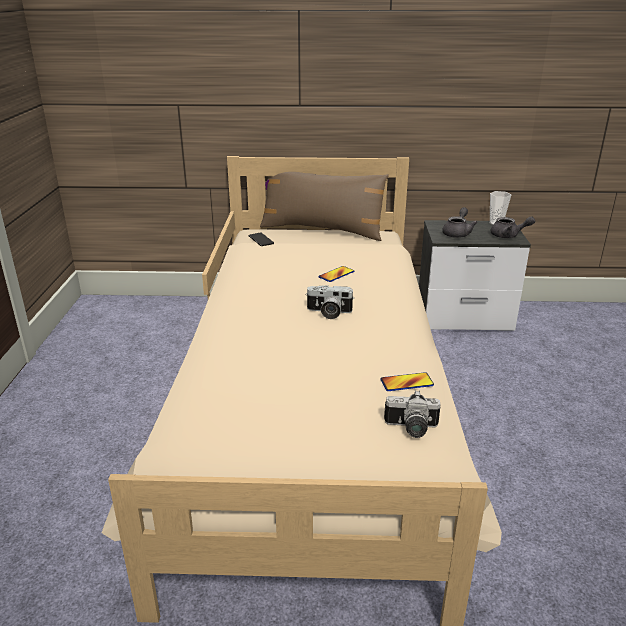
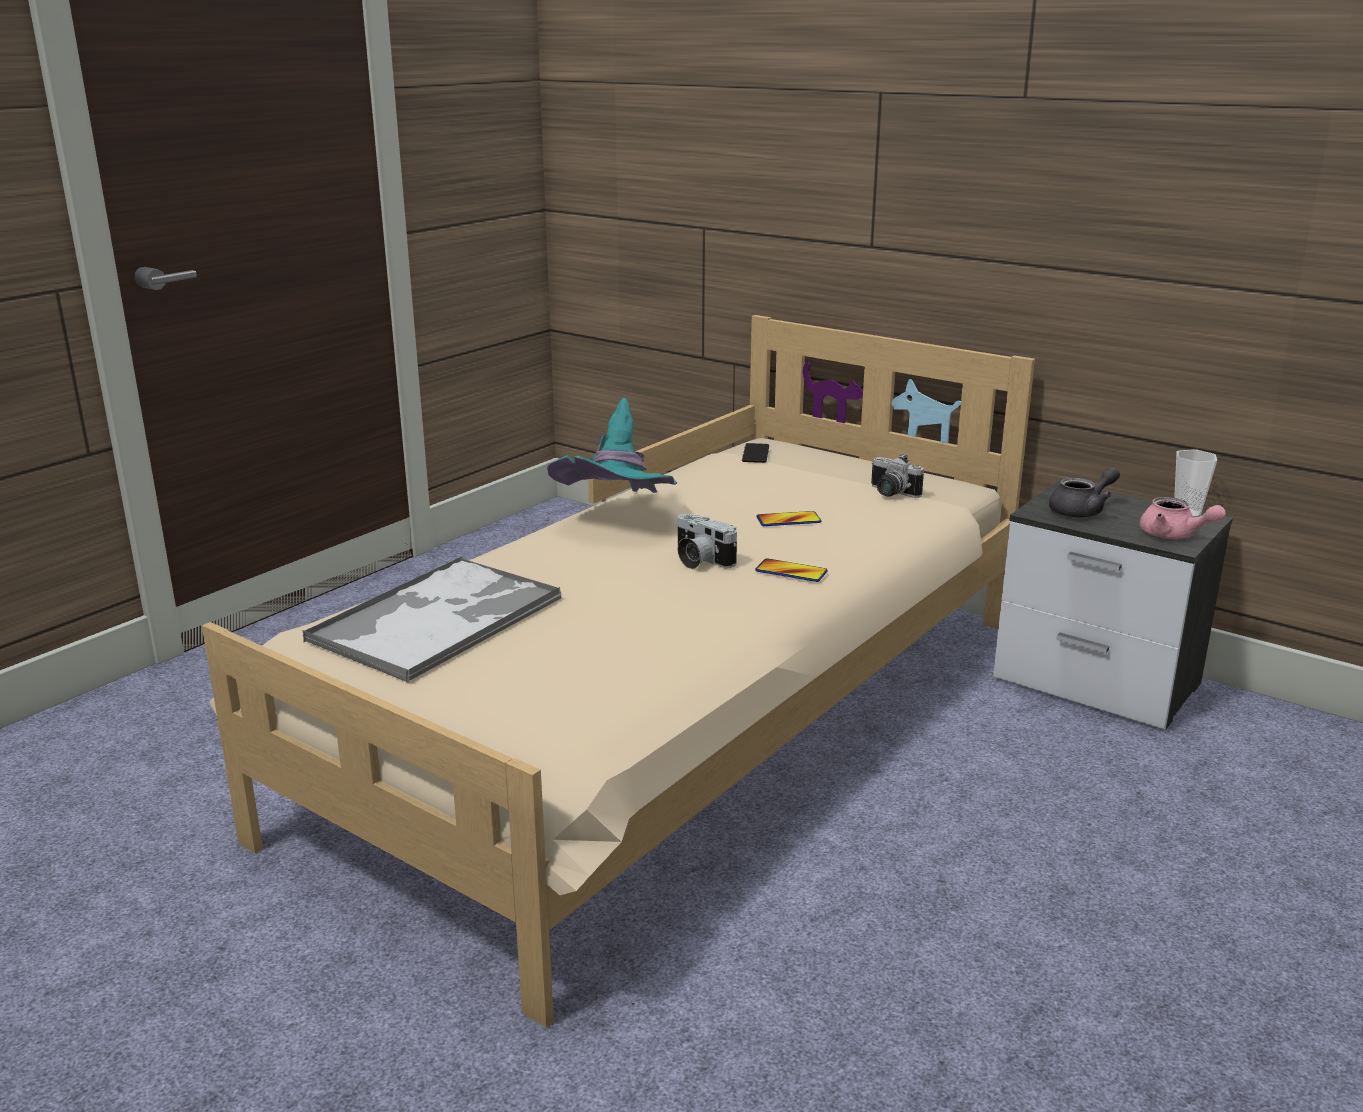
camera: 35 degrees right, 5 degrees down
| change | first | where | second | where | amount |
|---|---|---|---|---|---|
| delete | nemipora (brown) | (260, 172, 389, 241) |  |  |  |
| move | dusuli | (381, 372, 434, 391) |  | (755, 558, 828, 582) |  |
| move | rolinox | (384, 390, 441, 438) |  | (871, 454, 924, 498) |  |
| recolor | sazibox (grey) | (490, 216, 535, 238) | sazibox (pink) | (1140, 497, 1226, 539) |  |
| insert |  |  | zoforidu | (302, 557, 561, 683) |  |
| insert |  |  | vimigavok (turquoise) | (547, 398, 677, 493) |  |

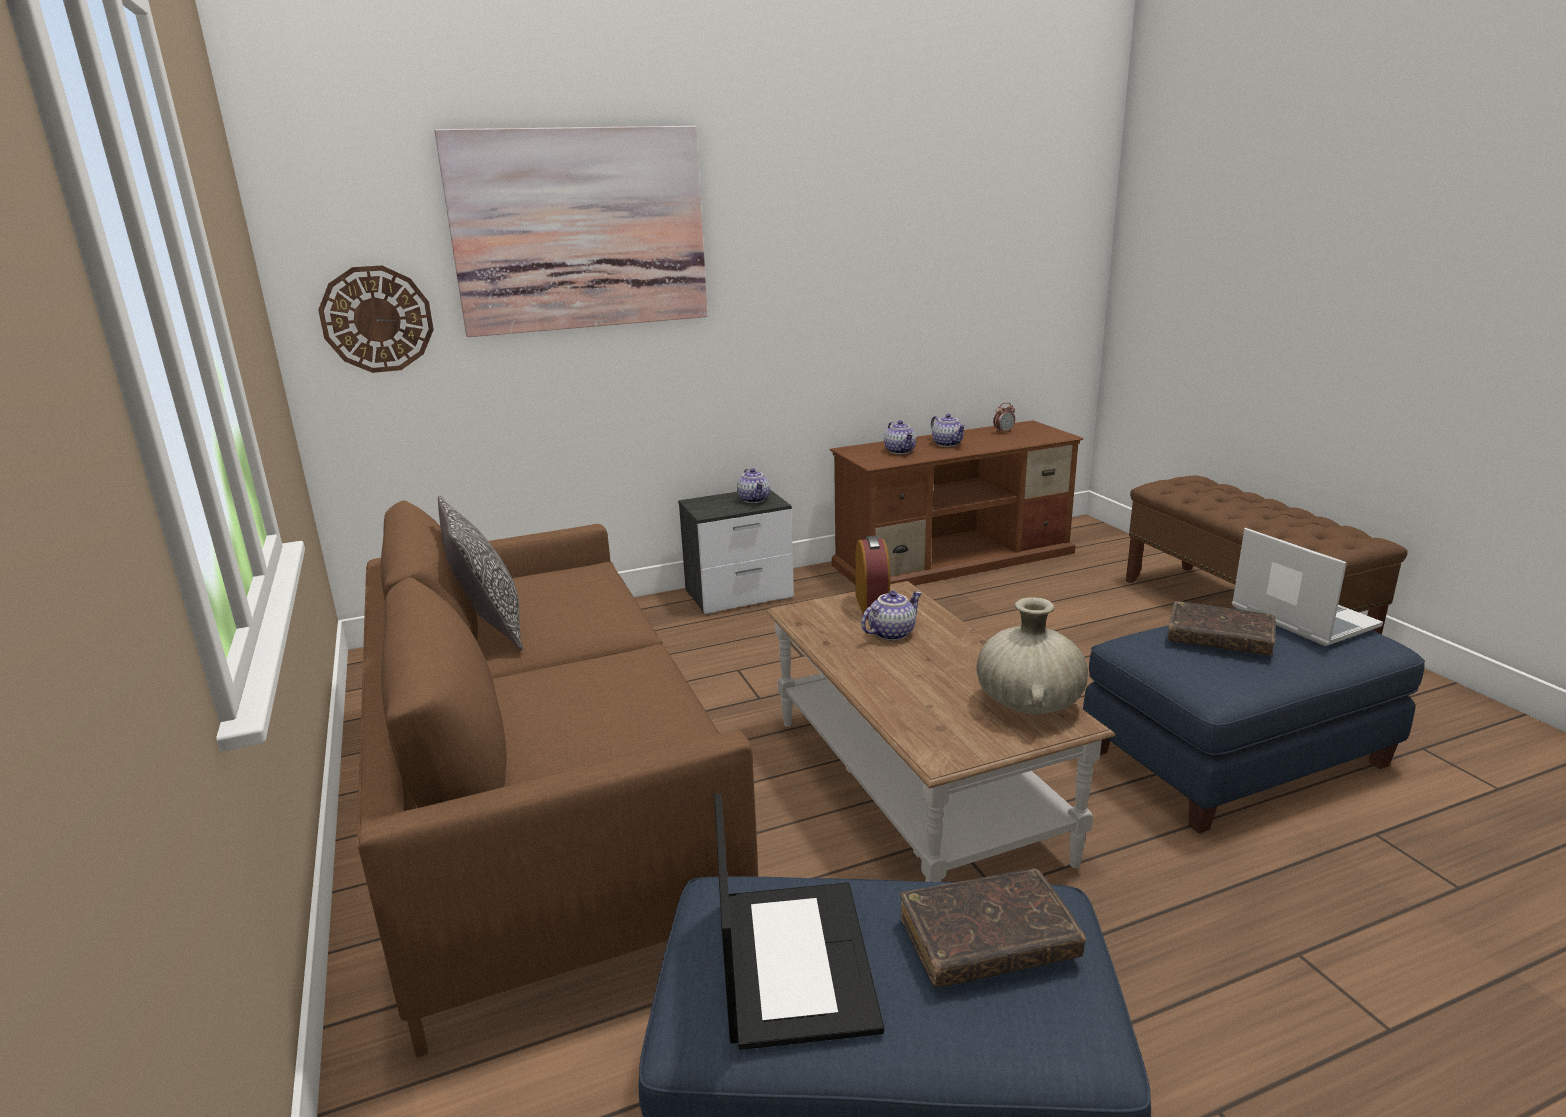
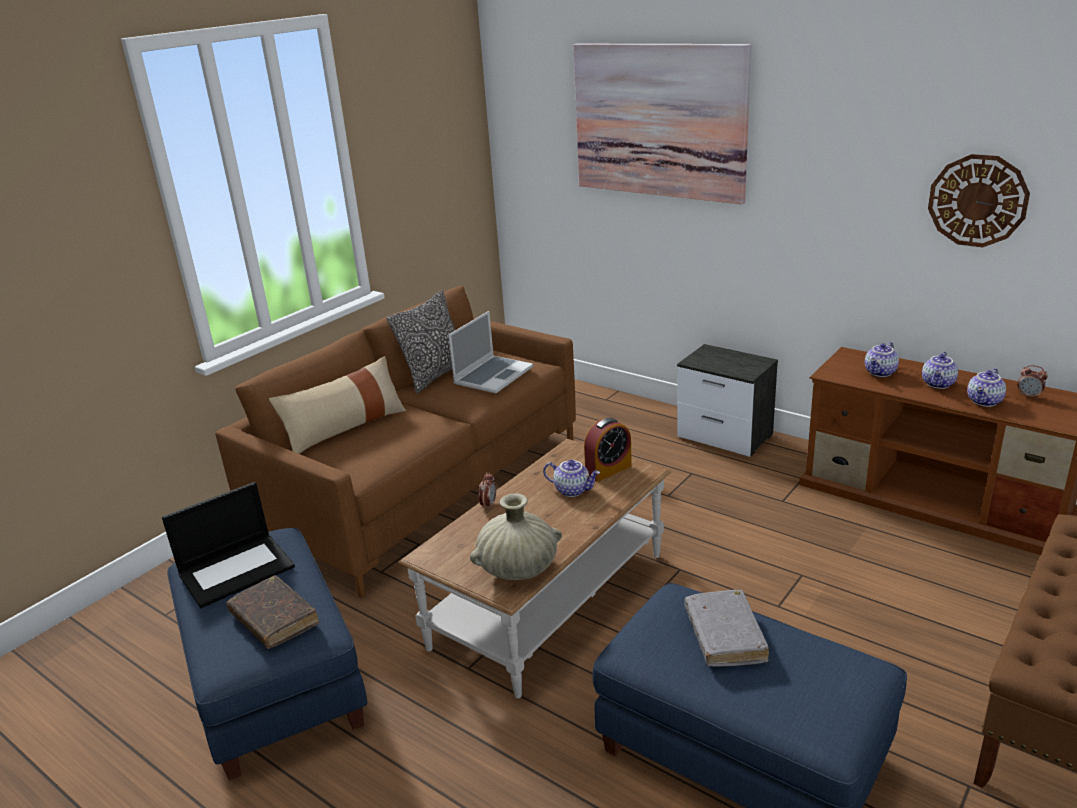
camera: 60 degrees right, 5 degrees up
| change | first | where | second | where | amount |
|---|---|---|---|---|---|
| move | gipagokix | (318, 265, 434, 373) |  | (928, 154, 1030, 247) |  |
| move | sazibox | (737, 468, 770, 503) |  | (967, 368, 1006, 407) |  |
| recolor | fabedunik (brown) | (1167, 601, 1276, 655) | fabedunik (grey) | (684, 589, 769, 667) |  |
| move | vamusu | (1232, 528, 1383, 646) |  | (448, 311, 533, 393) |  |
| insert |  |  | nemipora (beige) | (269, 356, 406, 454) |  |
| insert |  |  | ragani | (479, 472, 496, 510) |  |

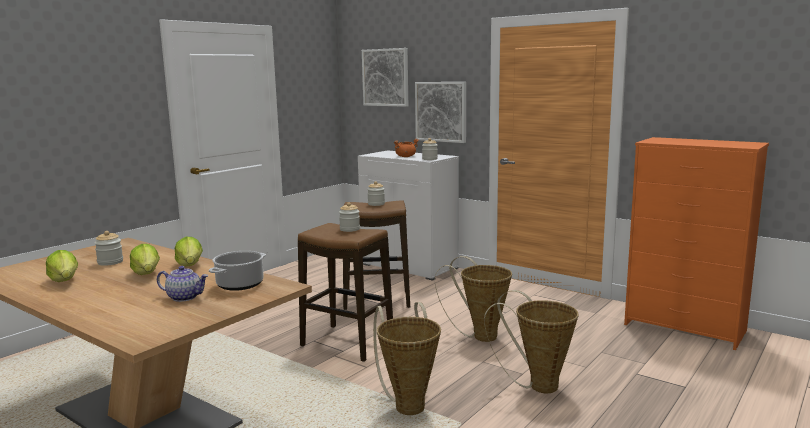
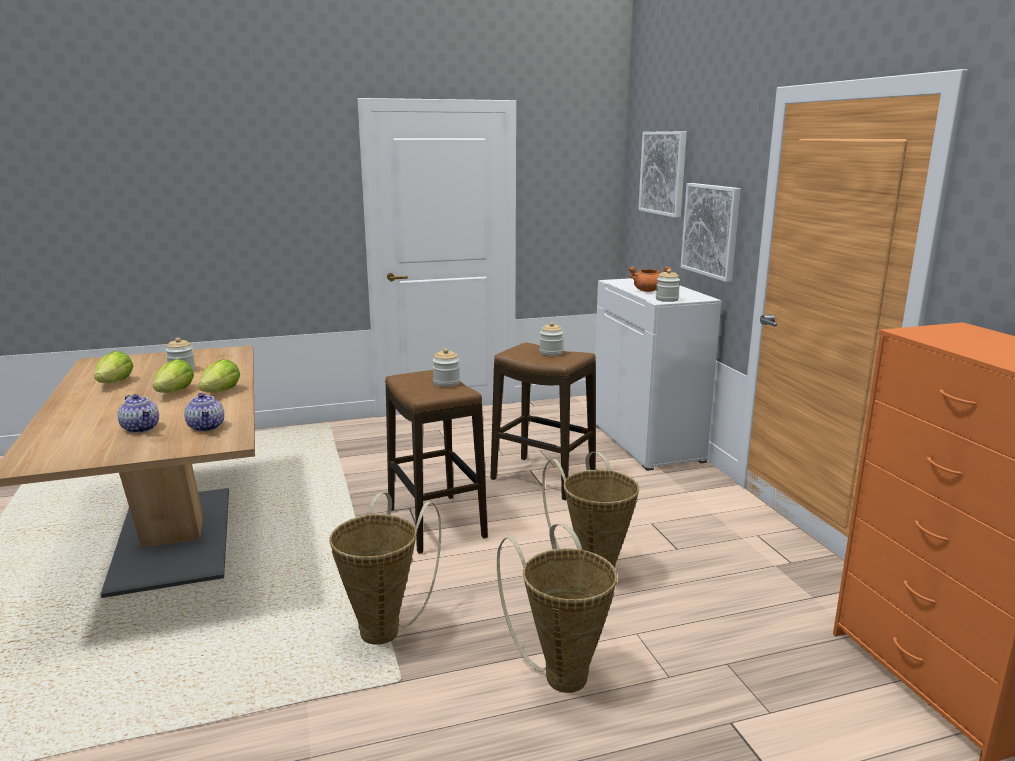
camera: 35 degrees right, 5 degrees up
| change | first | where | second | where | amount |
|---|---|---|---|---|---|
| replace | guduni | (209, 251, 266, 291) | sazibox | (184, 393, 224, 432) |  |

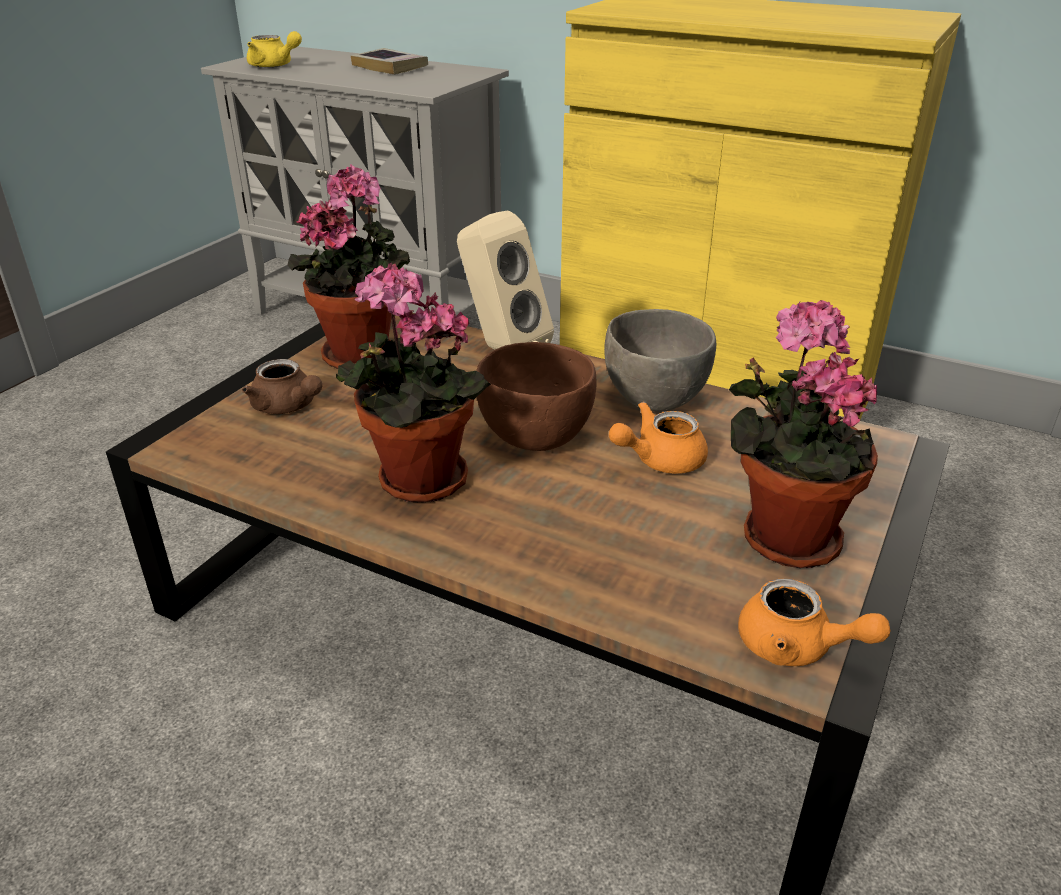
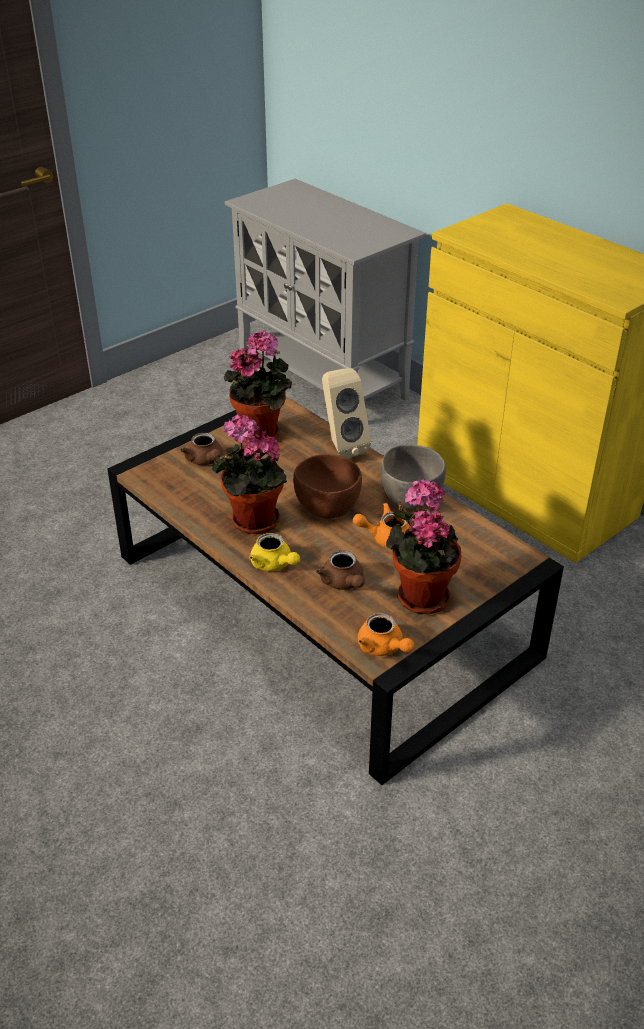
camera: 20 degrees right, 5 degrees up
| change | first | where | second | where | amount |
|---|---|---|---|---|---|
| move | sazibox (yellow) | (247, 31, 302, 68) |  | (249, 533, 300, 571) |  |
| delete | fabedunik | (351, 48, 428, 75) |  |  |  |
| insert |  |  | sazibox (brown) | (316, 550, 365, 590) |  |

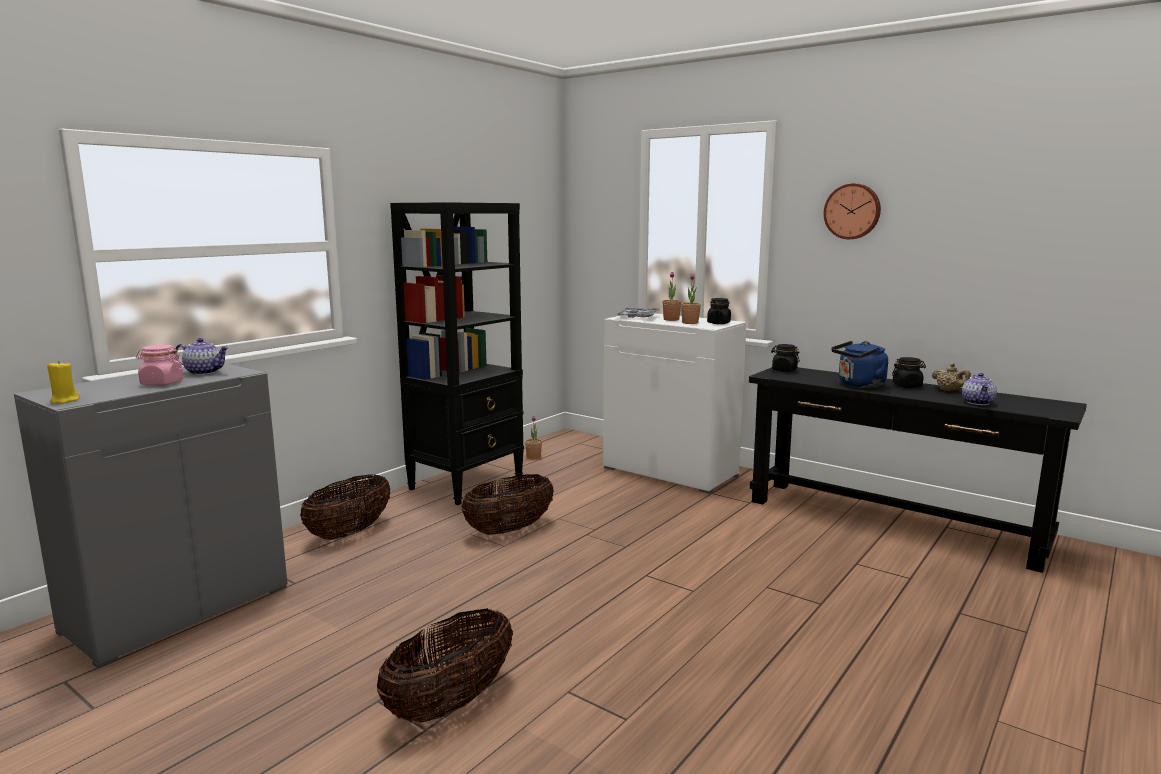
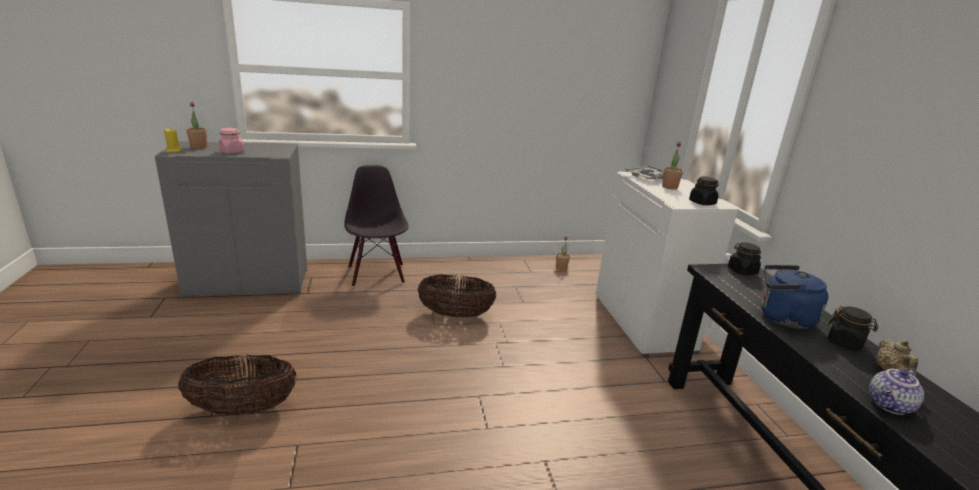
camera: 40 degrees right, 10 degrees up
| change | first | where | second | where | amount |
|---|---|---|---|---|---|
| delete | sazibox | (174, 338, 229, 375) |  |  |  |
| replace | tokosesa | (300, 474, 391, 540) | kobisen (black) | (344, 165, 408, 287) |  |
| delete | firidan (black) | (390, 202, 524, 505) |  |  |  |
| move | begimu | (681, 274, 701, 324) |  | (186, 101, 207, 149) |  |
| delete | gipagokix | (824, 183, 881, 239) |  |  |  |

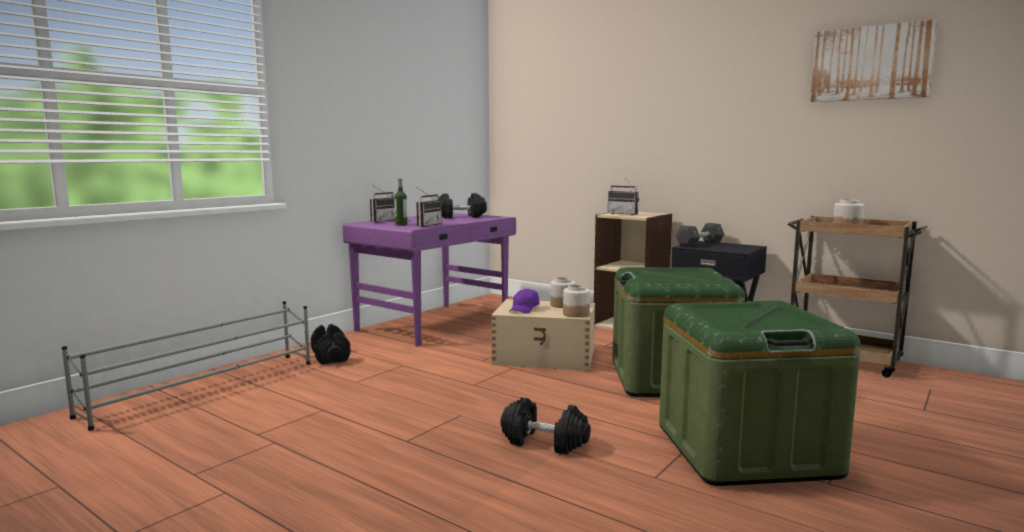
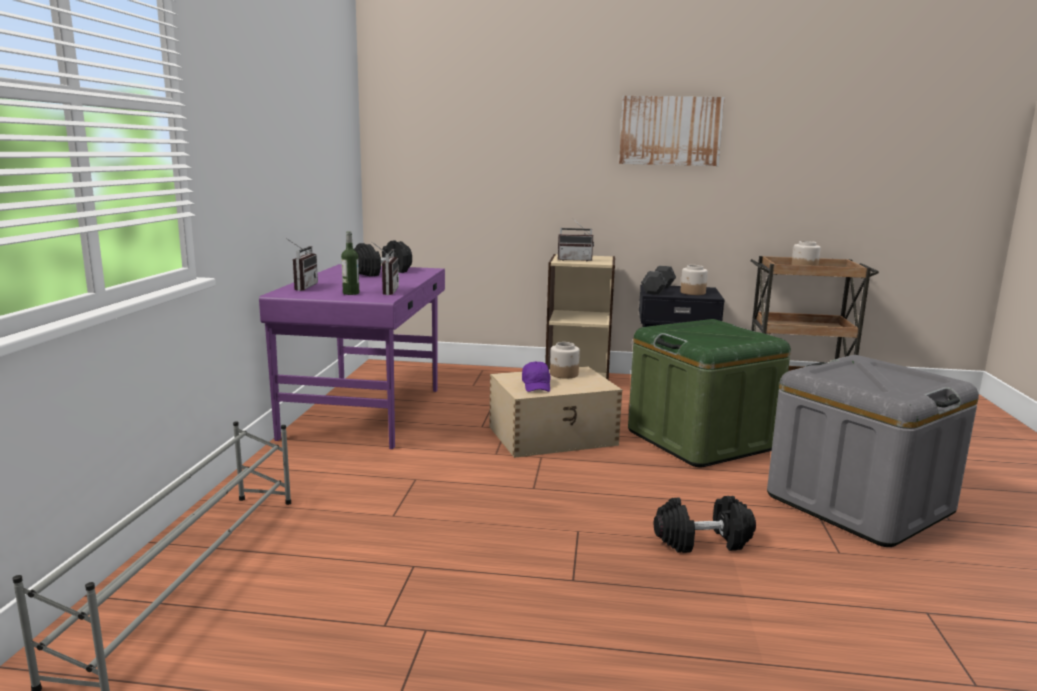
camera: 30 degrees left, 5 degrees up
| change | first | where | second | where | amount |
|---|---|---|---|---|---|
| delete | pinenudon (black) | (311, 324, 350, 364) |  |  |  |
| move | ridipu | (563, 284, 590, 318) |  | (681, 265, 708, 295) |  |
| recolor | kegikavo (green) | (659, 300, 861, 486) | kegikavo (grey) | (767, 355, 979, 547) |  |
| move | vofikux | (810, 19, 938, 102) |  | (619, 96, 725, 166) |  |

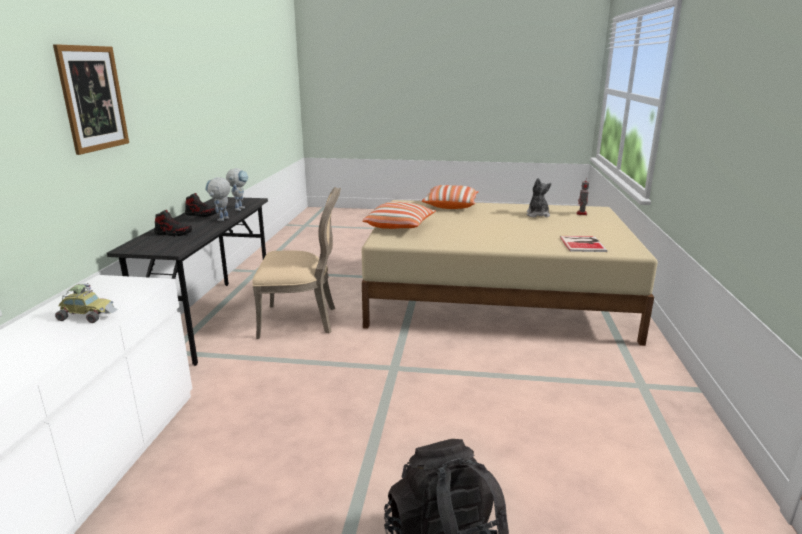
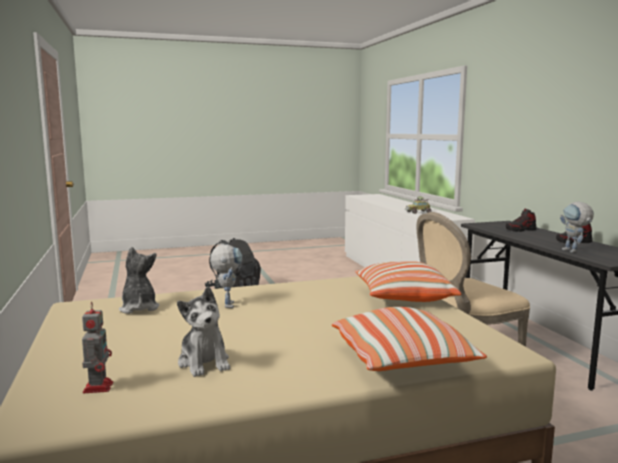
camera: 155 degrees right, 10 degrees down
| change | first | where | second | where | amount |
|---|---|---|---|---|---|
| delete | vofikux | (53, 44, 129, 155) |  |  |  |
| move | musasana | (205, 177, 230, 221) |  | (210, 244, 242, 308) |  |
| replace | fabedunik | (560, 236, 608, 252) | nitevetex | (119, 247, 159, 314) |  |

